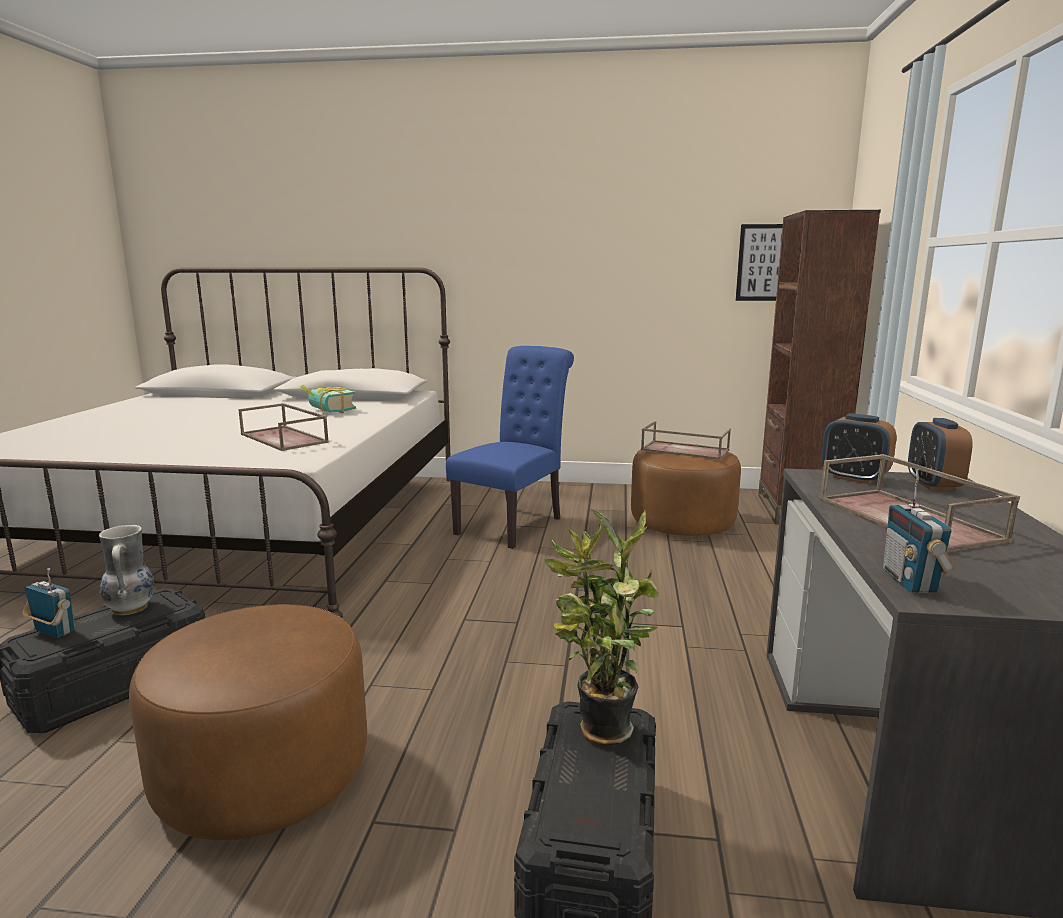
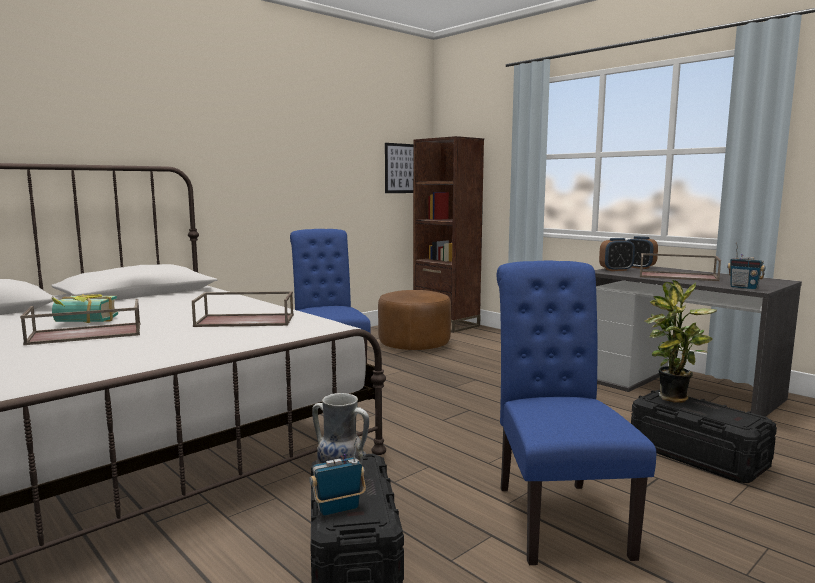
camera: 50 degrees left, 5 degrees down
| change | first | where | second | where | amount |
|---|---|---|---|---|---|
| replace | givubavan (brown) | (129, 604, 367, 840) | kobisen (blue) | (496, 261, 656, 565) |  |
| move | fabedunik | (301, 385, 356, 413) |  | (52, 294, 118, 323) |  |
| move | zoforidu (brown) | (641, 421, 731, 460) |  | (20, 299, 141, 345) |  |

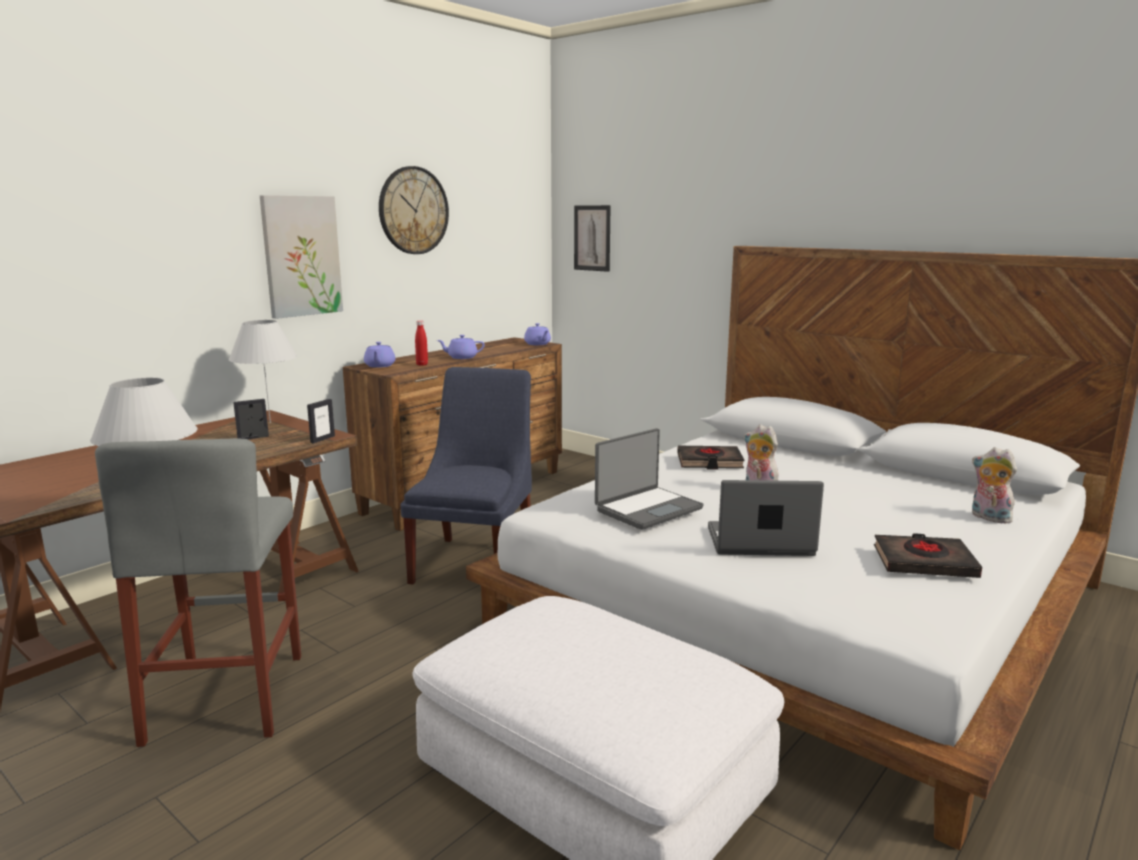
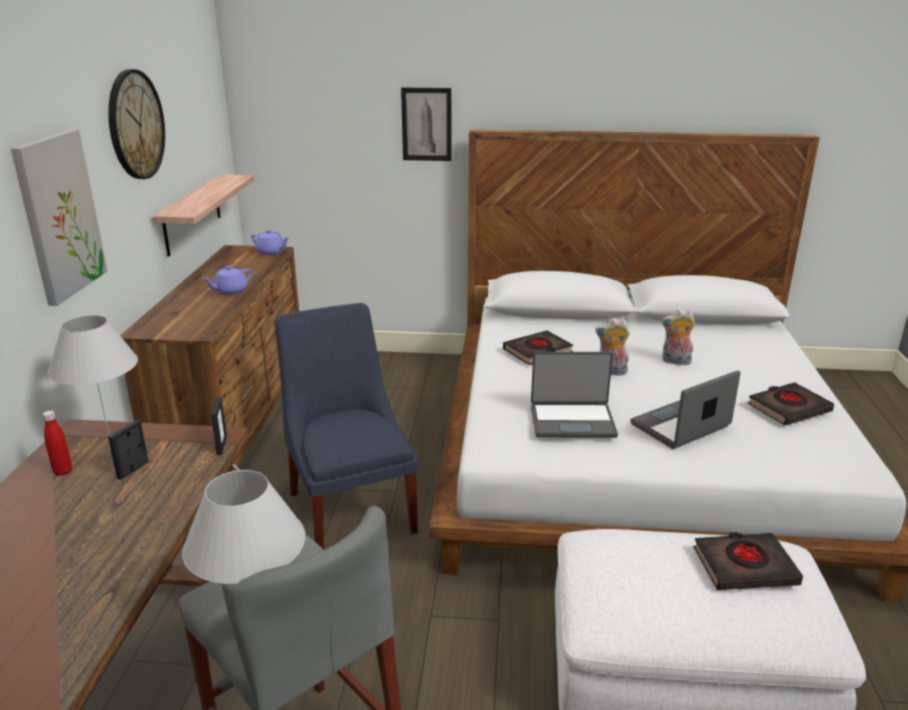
camera: 35 degrees left, 10 degrees up
| change | first | where | second | where | amount |
|---|---|---|---|---|---|
| delete | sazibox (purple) | (364, 342, 396, 368) |  |  |  |
| move | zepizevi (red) | (415, 320, 428, 366) |  | (42, 411, 72, 476) |  |
| move | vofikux | (574, 205, 611, 272) |  | (401, 88, 451, 161) |  |
| rotate | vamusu | (595, 428, 704, 530) |  | (531, 352, 618, 438) | 75 degrees clockwise |
| move | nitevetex | (972, 447, 1017, 524) |  | (661, 309, 695, 365) |  |
| insert |  |  | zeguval | (153, 175, 254, 256) |  |
| insert |  |  | fabedunik (black) | (693, 532, 803, 590) |  |

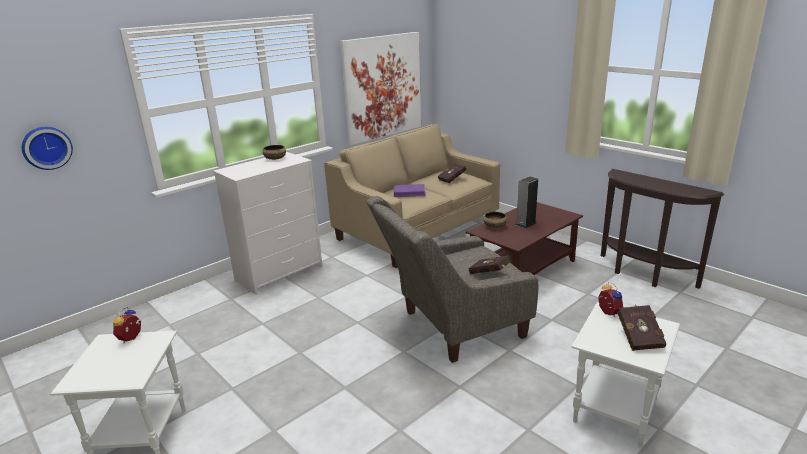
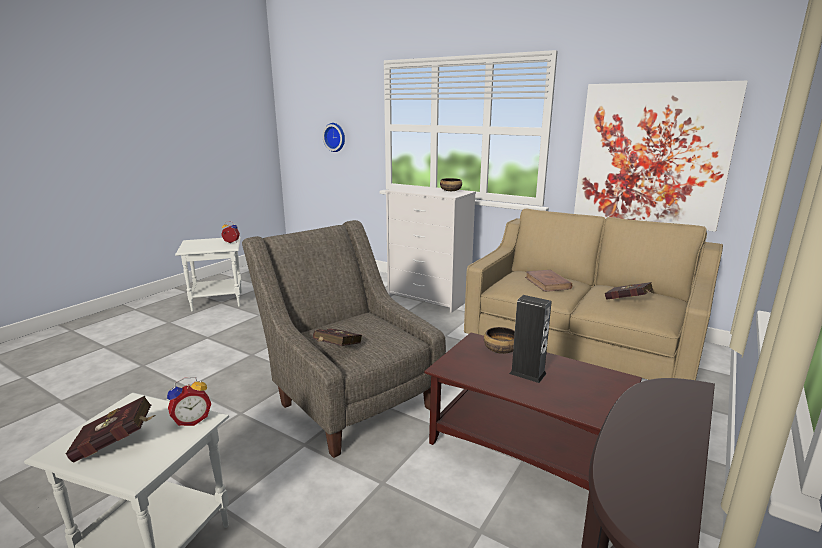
camera: 75 degrees right, 5 degrees down
| change | first | where | second | where | amount |
|---|---|---|---|---|---|
| recolor | fabedunik (purple) | (393, 184, 426, 197) | fabedunik (brown) | (525, 270, 573, 292) |  |

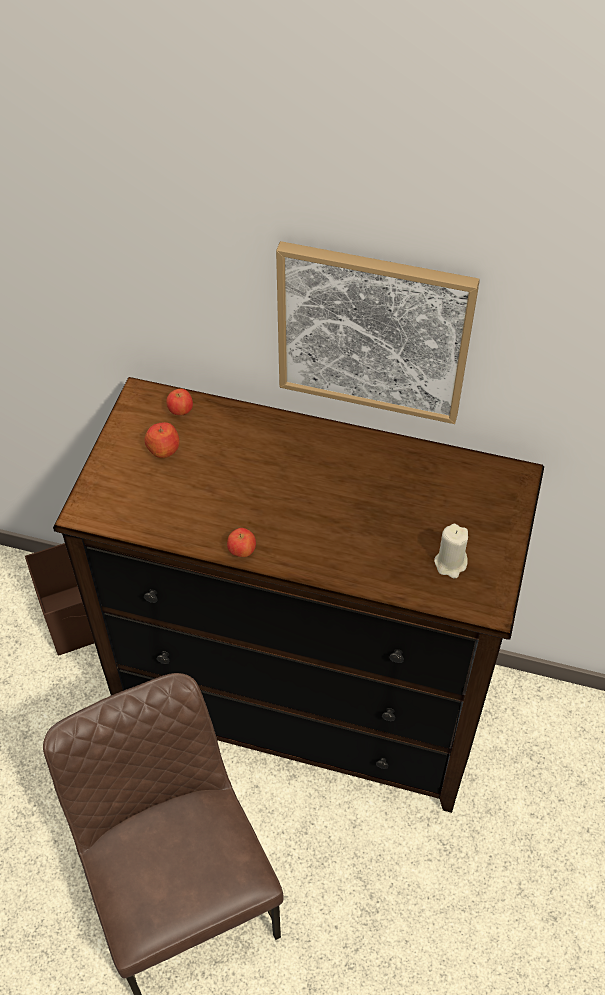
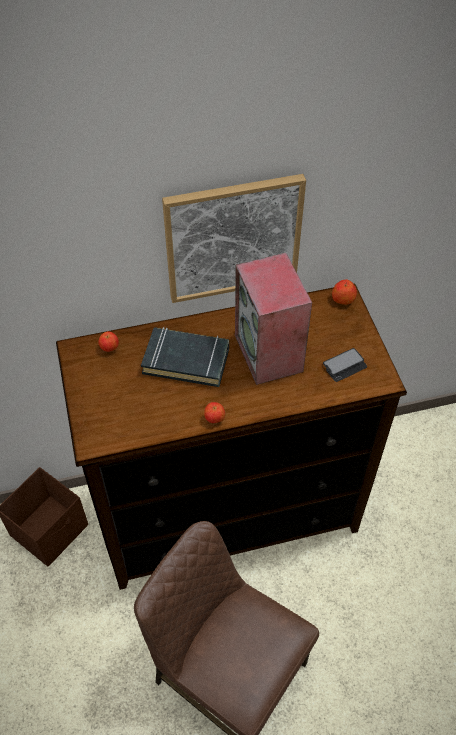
camera: 30 degrees left, 0 degrees up
| change | first | where | second | where | amount |
|---|---|---|---|---|---|
| move | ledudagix | (144, 422, 179, 458) |  | (332, 280, 357, 305) |  |
| replace | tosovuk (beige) | (434, 524, 468, 579) | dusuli | (323, 348, 367, 382) |  |
| insert |  |  | fabedunik (black) | (141, 327, 229, 387) |  |
| insert |  |  | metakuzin | (235, 253, 312, 385) |  |

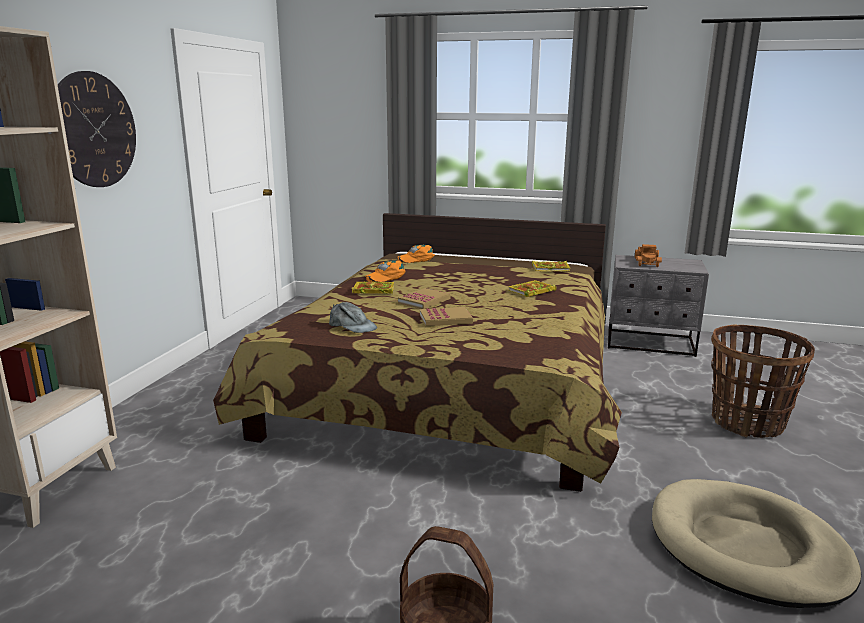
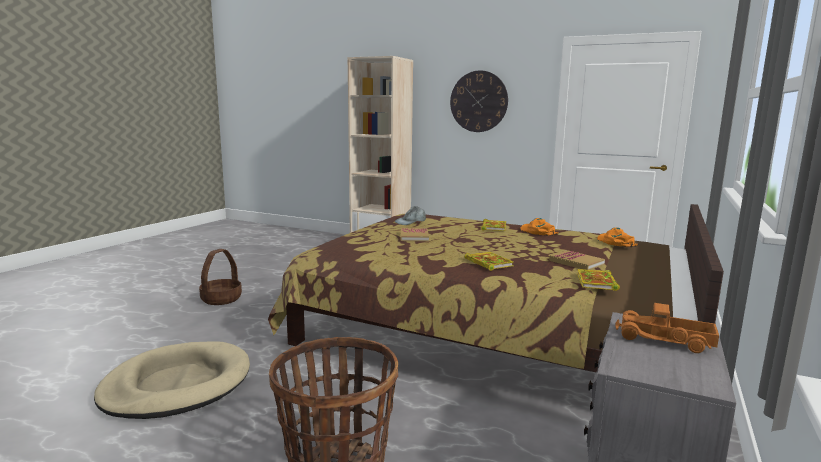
camera: 100 degrees right, 5 degrees down
| change | first | where | second | where | amount |
|---|---|---|---|---|---|
| move | fabedunik | (398, 288, 451, 309) |  | (549, 250, 605, 270) |  |

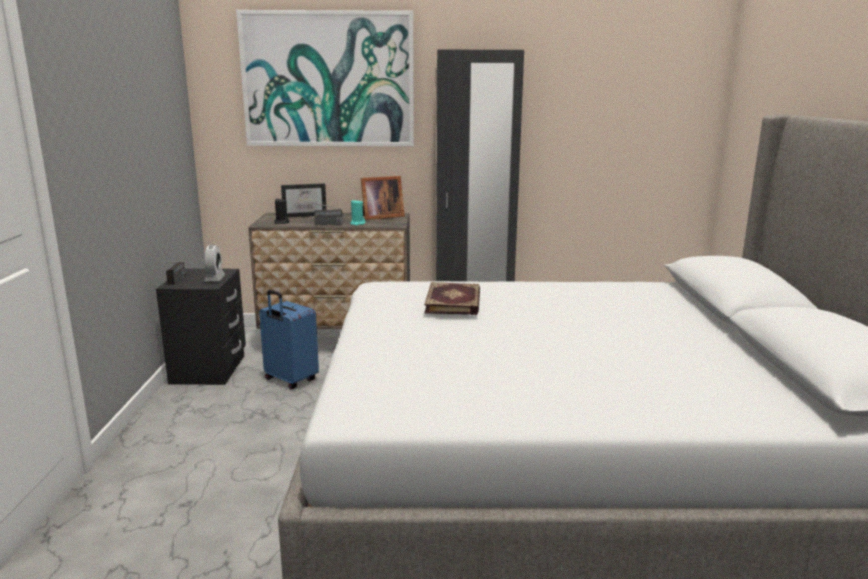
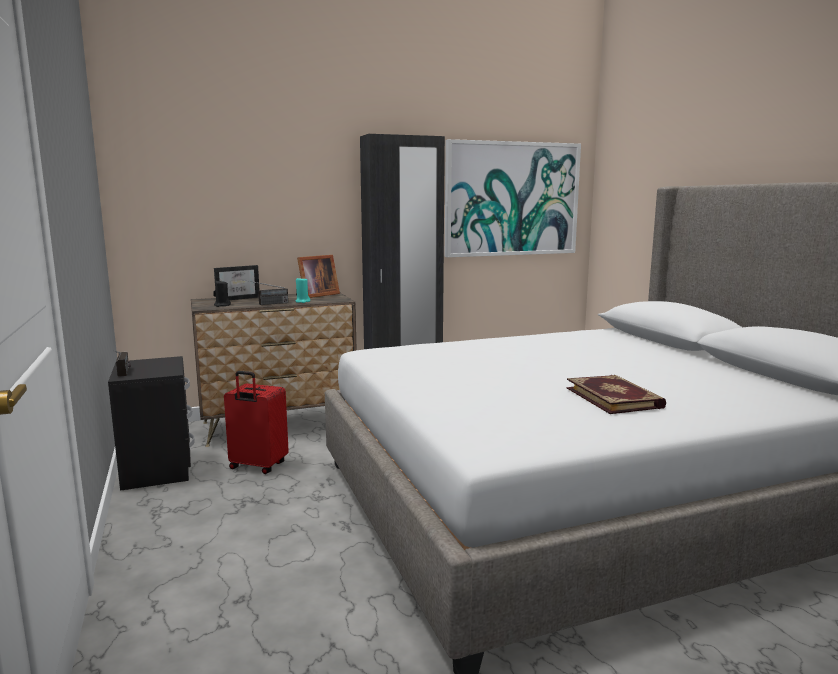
camera: 20 degrees left, 5 degrees down
| change | first | where | second | where | amount |
|---|---|---|---|---|---|
| delete | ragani | (204, 245, 225, 281) |  |  |  |
| move | vofikux | (236, 10, 414, 146) |  | (445, 139, 581, 257) |  |
| recolor | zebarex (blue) | (259, 290, 319, 389) | zebarex (red) | (224, 371, 289, 474) |  |
| move | fabedunik | (424, 282, 480, 315) |  | (567, 375, 666, 414) |  |

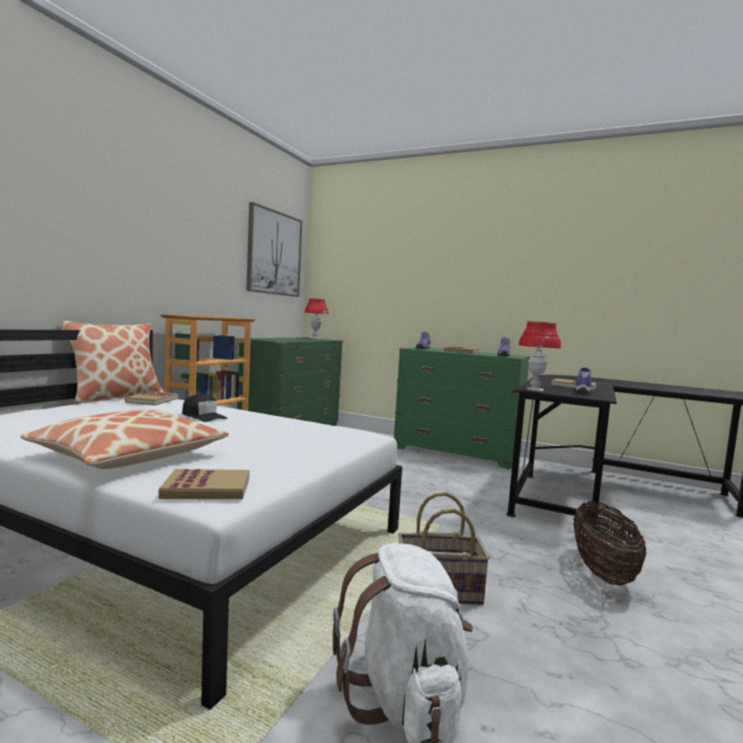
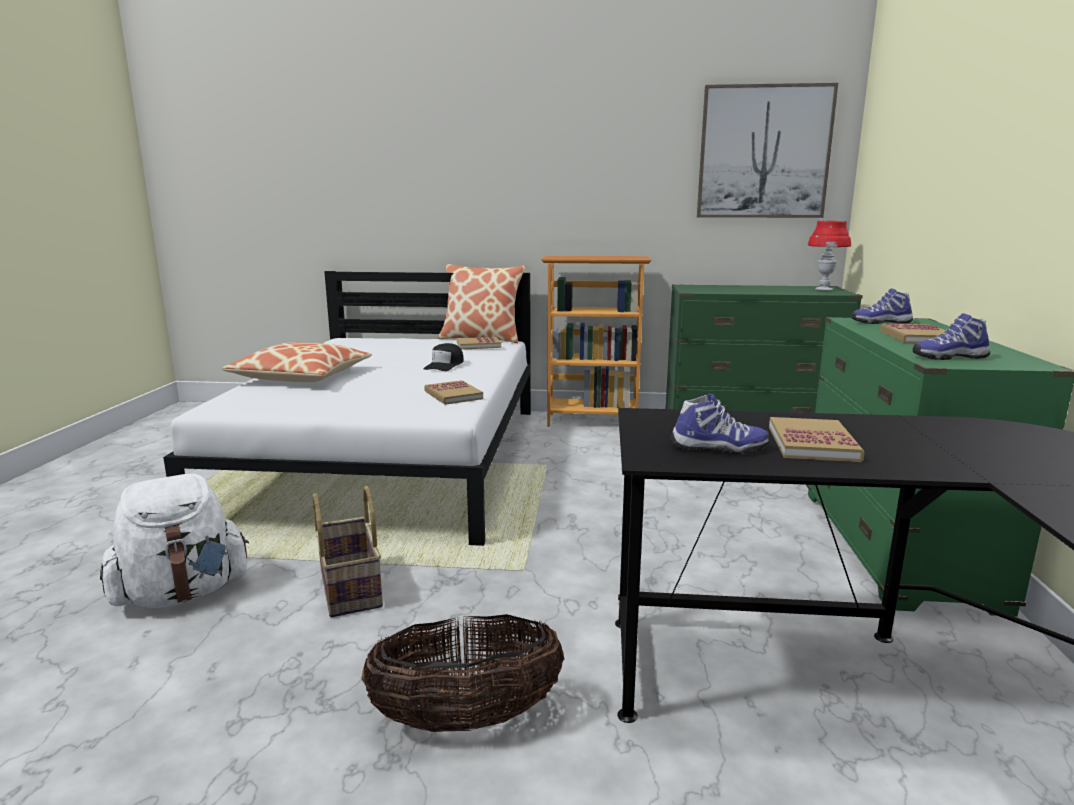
camera: 70 degrees right, 10 degrees up
| change | first | where | second | where | amount |
|---|---|---|---|---|---|
| move | fabedunik | (158, 469, 250, 499) |  | (424, 380, 483, 405) |  |
| delete | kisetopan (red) | (518, 321, 561, 392) |  |  |  |

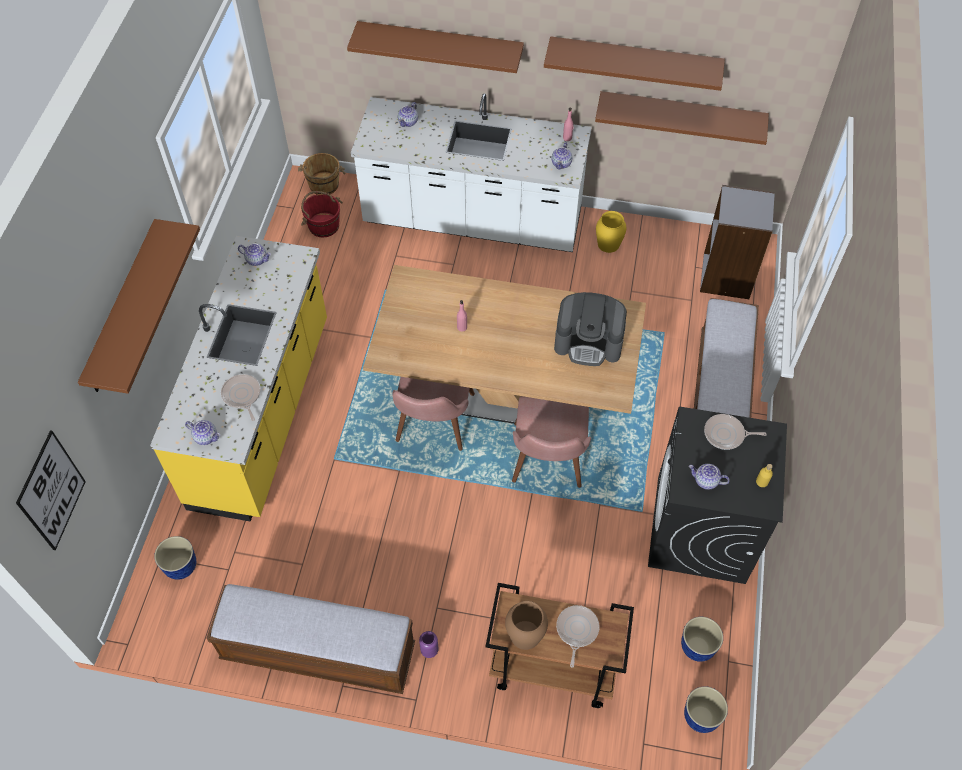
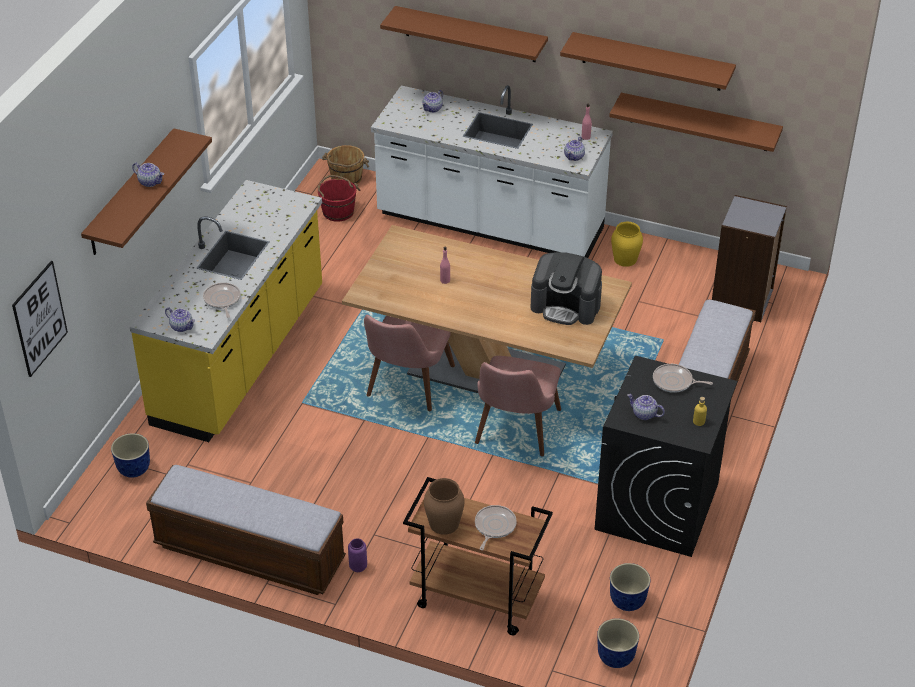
camera: 10 degrees right, 15 degrees down
| change | first | where | second | where | amount |
|---|---|---|---|---|---|
| move | sazibox | (238, 243, 271, 266) |  | (132, 163, 164, 187) |  |

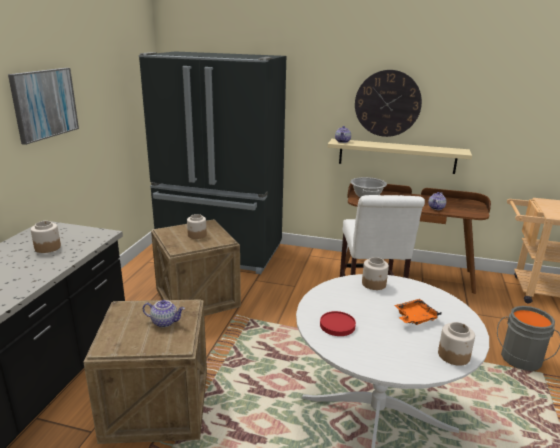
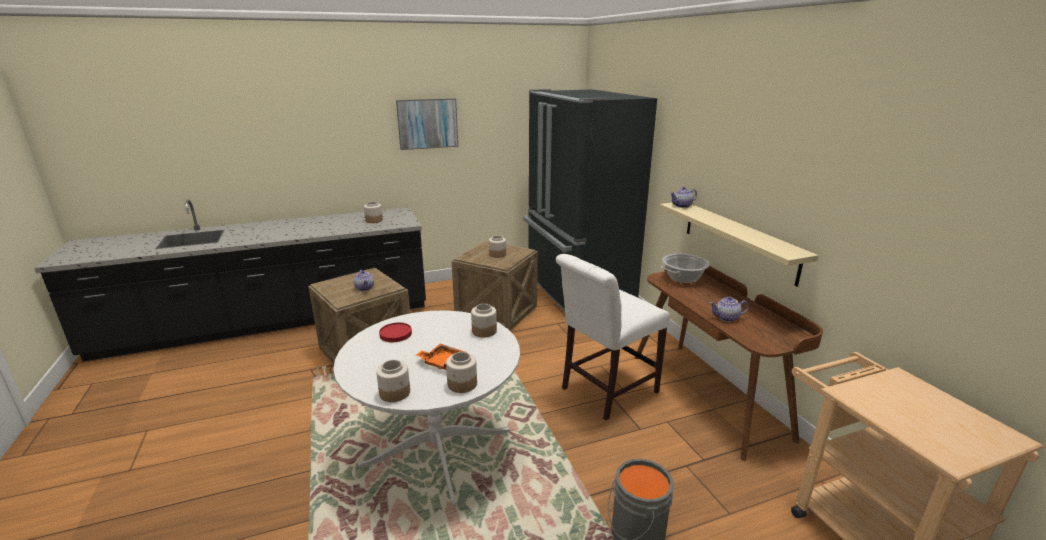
camera: 55 degrees right, 0 degrees up
| change | first | where | second | where | amount |
|---|---|---|---|---|---|
| delete | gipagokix | (355, 70, 422, 137) |  |  |  |
| insert |  |  | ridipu | (446, 352, 477, 393) |  |

